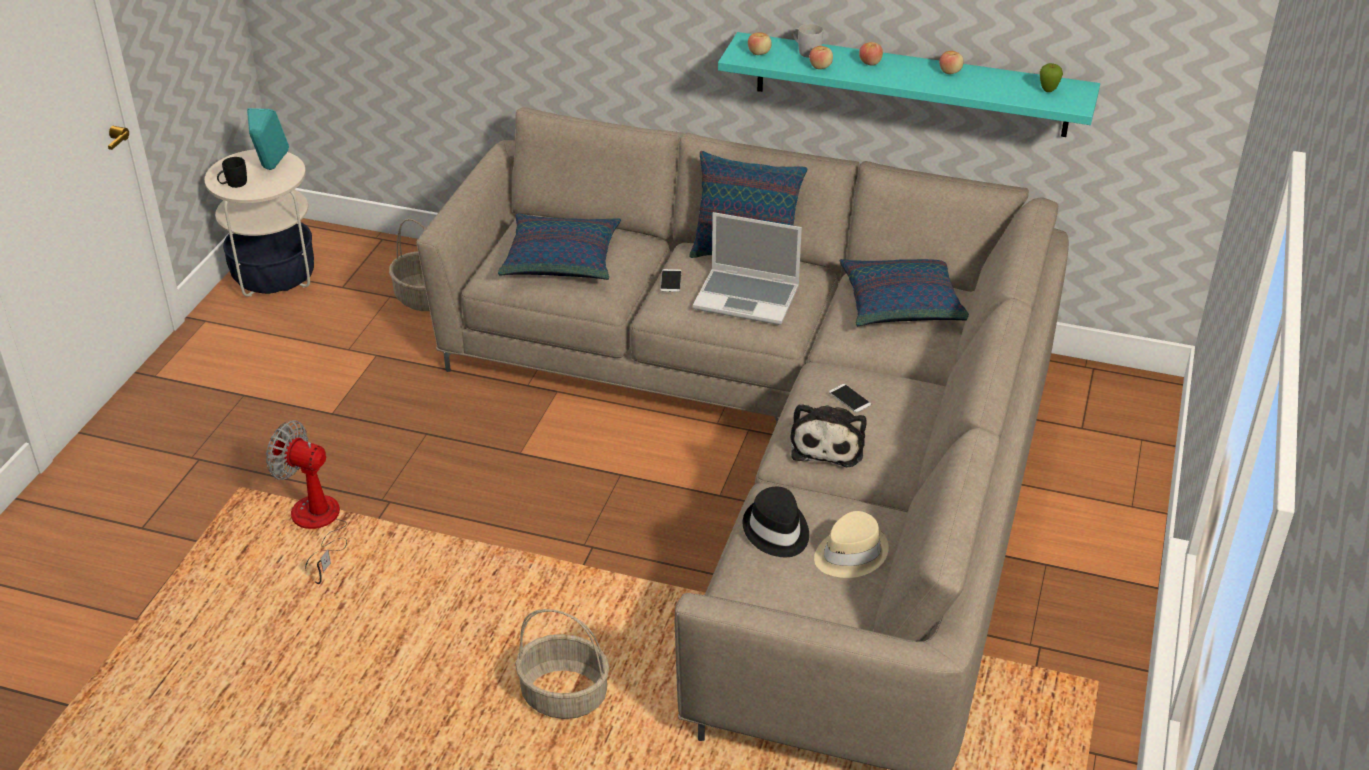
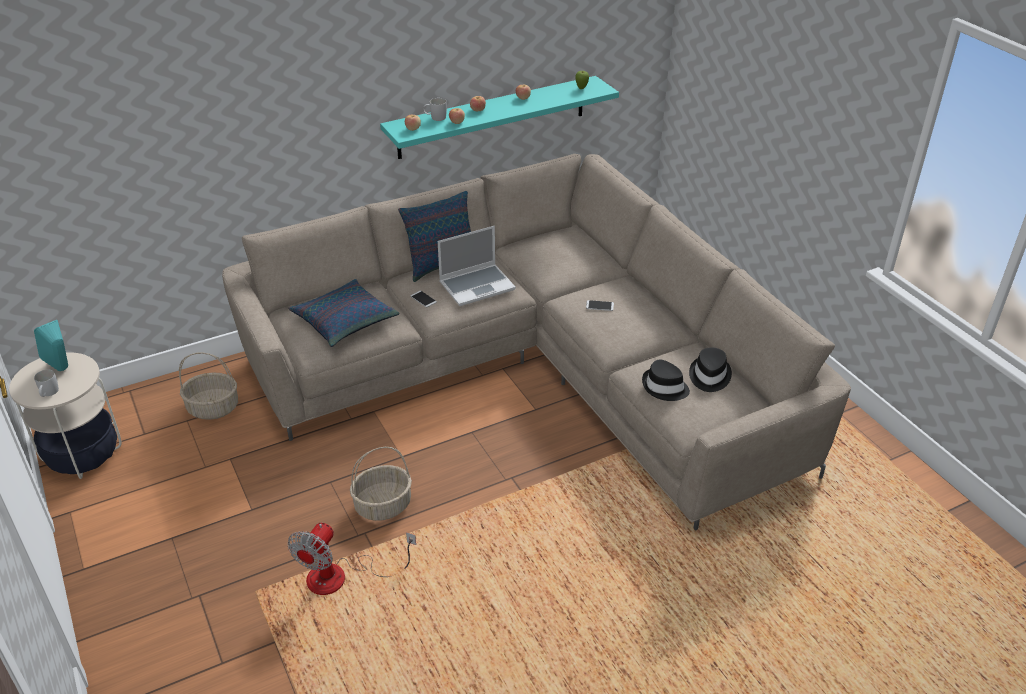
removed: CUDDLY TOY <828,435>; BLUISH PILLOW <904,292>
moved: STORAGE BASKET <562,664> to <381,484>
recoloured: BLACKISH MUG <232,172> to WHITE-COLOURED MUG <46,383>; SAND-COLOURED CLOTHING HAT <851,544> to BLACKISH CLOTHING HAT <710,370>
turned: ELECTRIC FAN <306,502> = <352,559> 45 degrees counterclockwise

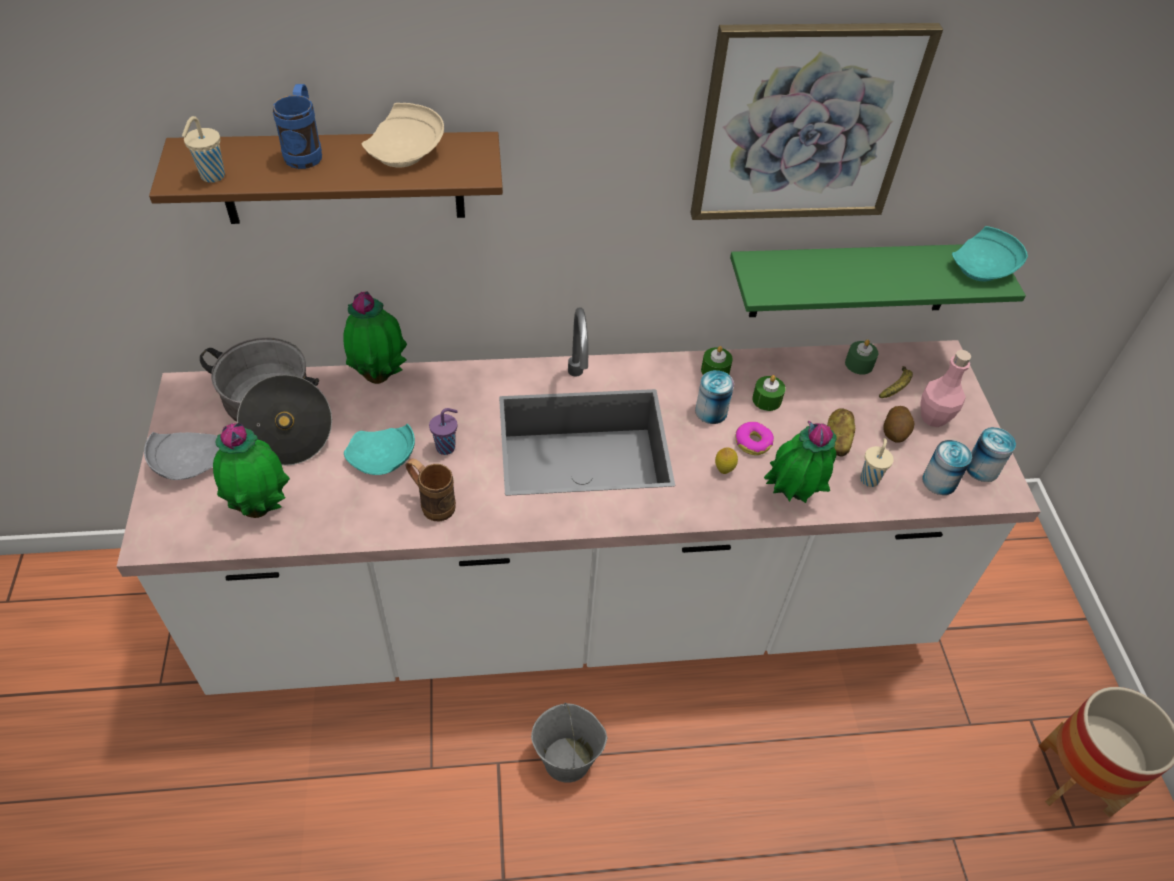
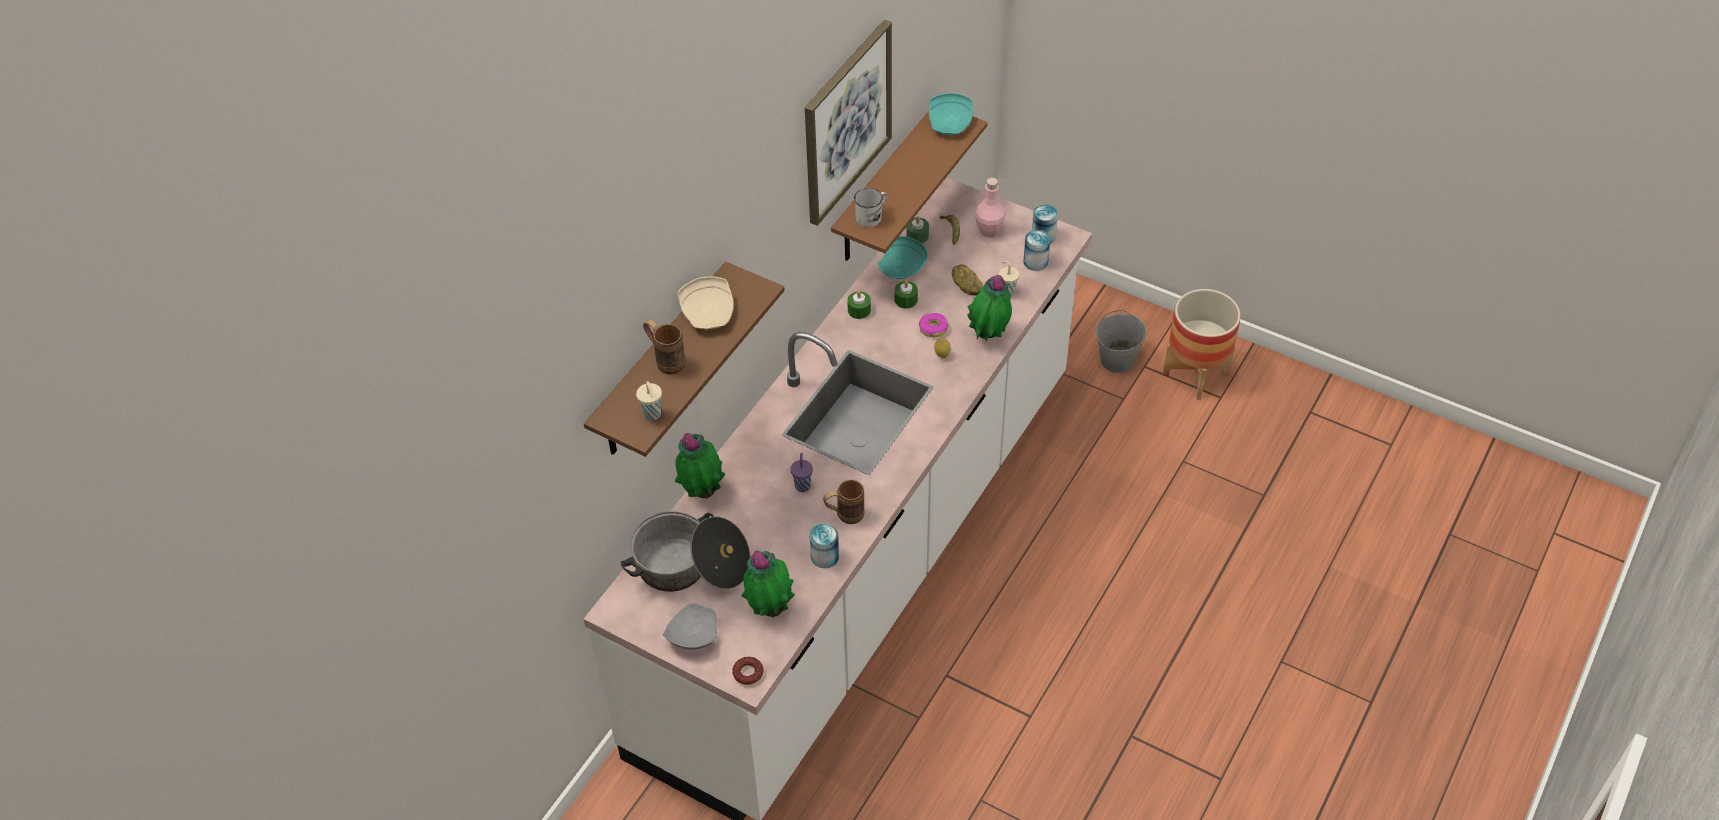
removed: WHOLE POTATO <898,424>
added: RING DOUGHNUT <748,671>; WHITE-COLOURED MUG <870,207>
moved: TURQUOISE PLATE <379,449> to <902,257>; GREY WATER BUCKET <569,743> to <1121,341>; SEALED CAN <714,397> to <824,545>
recoloured: BLUISH MUG <297,126> to BROWN-COLOURED MUG <664,347>; GREEN SHELF <878,280> to BROWN-COLOURED SHELF <909,186>

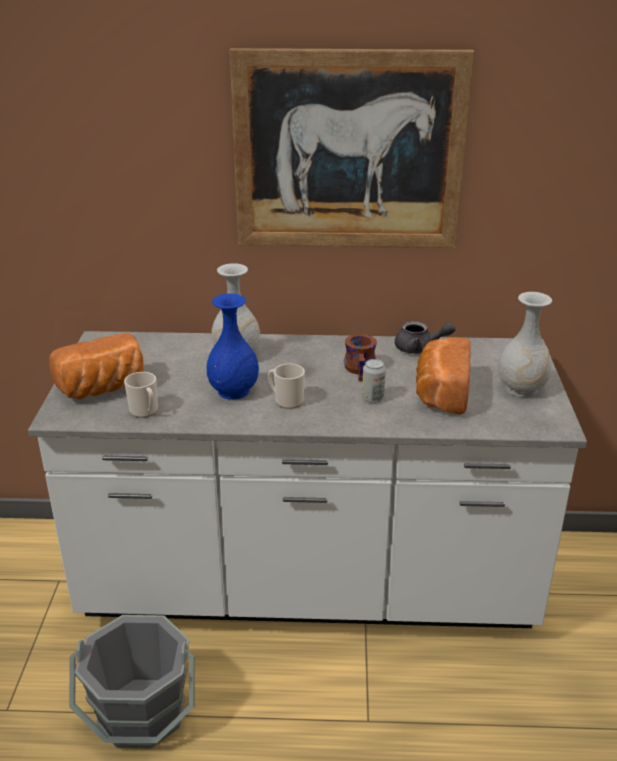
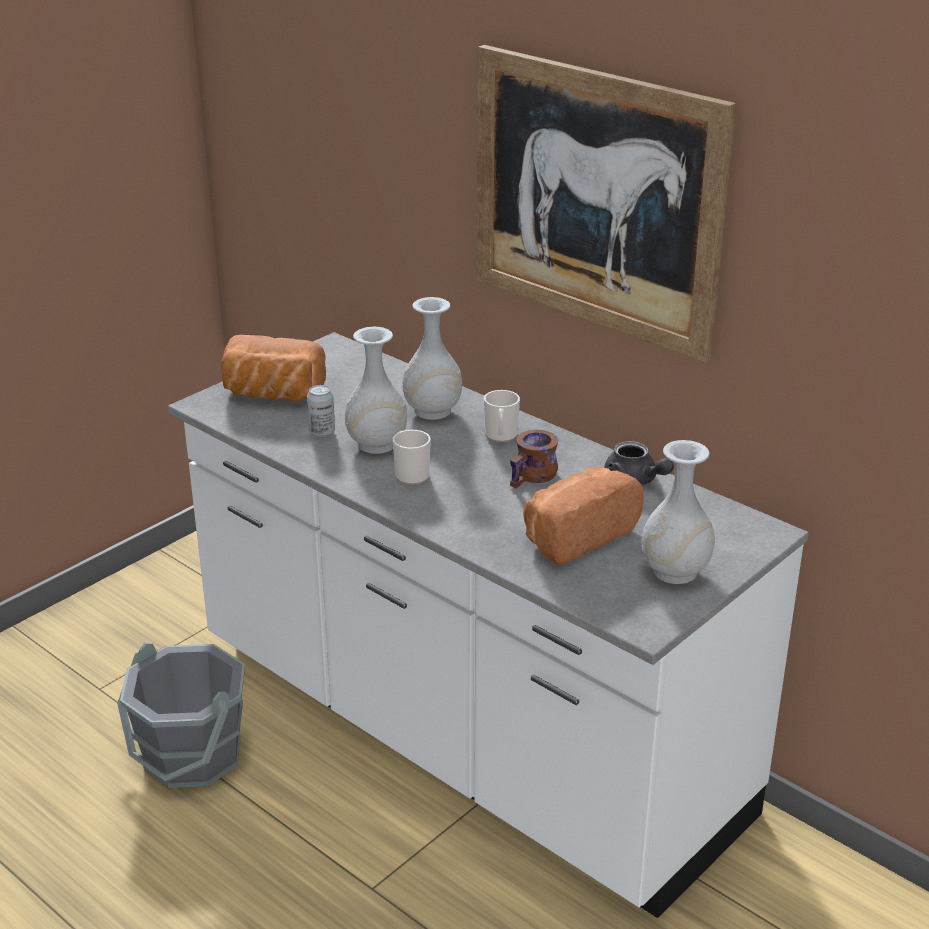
moved: MUG <141,395> to <502,416>; SEALED CAN <374,381> to <321,411>
recoloured: BLUISH FLOWER VASE <232,347> to WHITE-COLOURED FLOWER VASE <376,390>

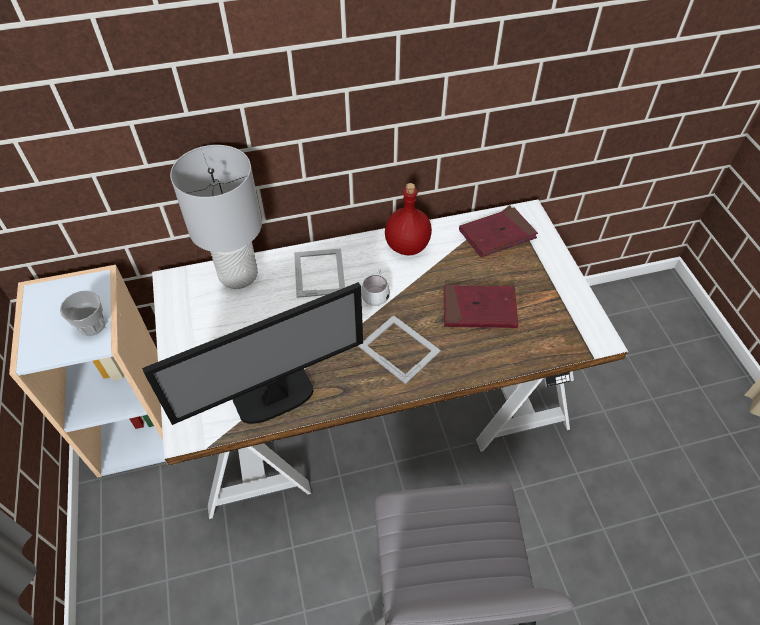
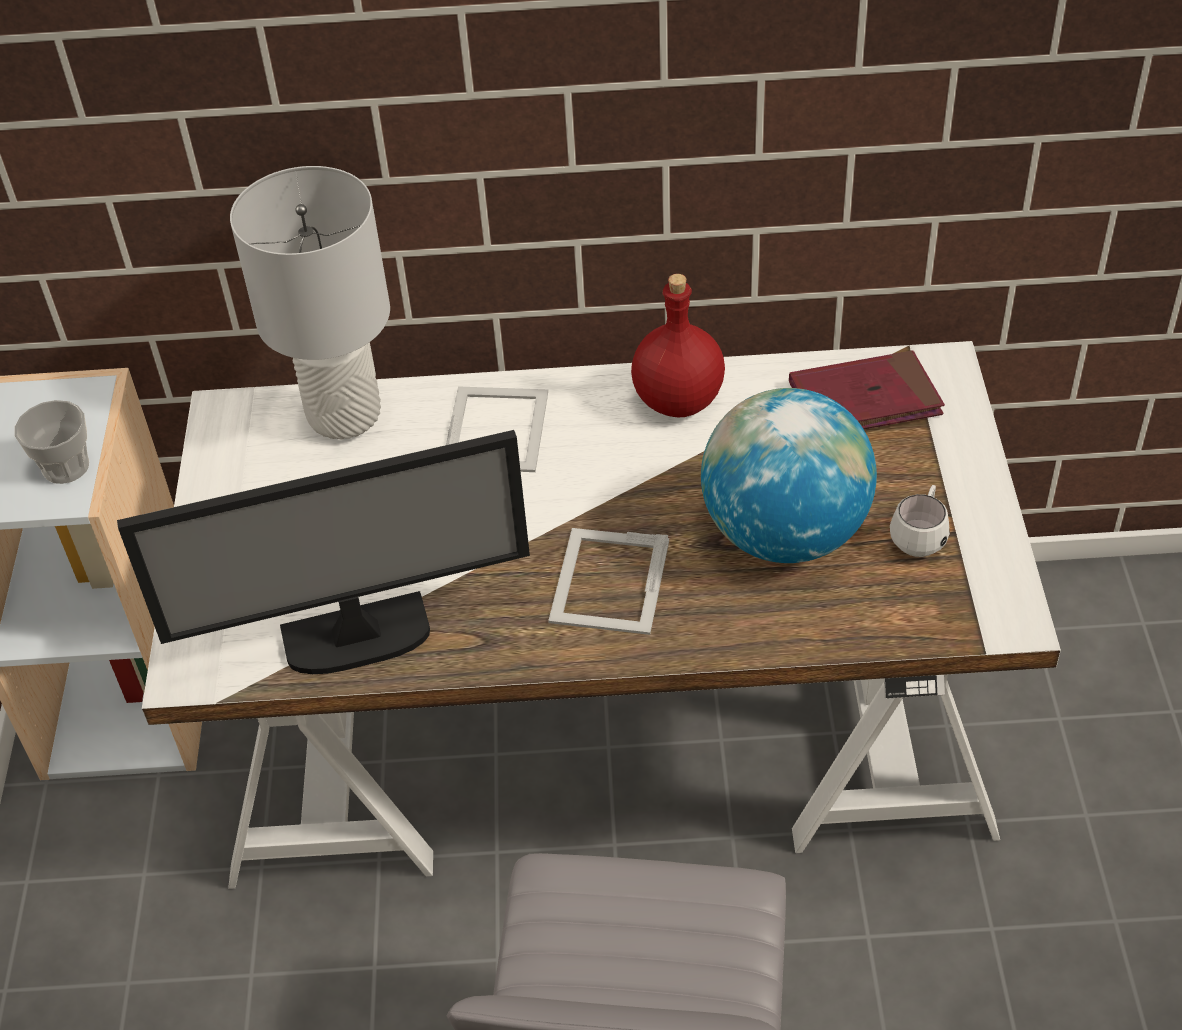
moved: WHITE-COLOURED MUG <375,287> to <920,521>
replaced: RED BOUND BOOK <481,306> to GLOBE <789,475>
turned: PICTURE FRAME <399,349> = <608,581> 135 degrees counterclockwise

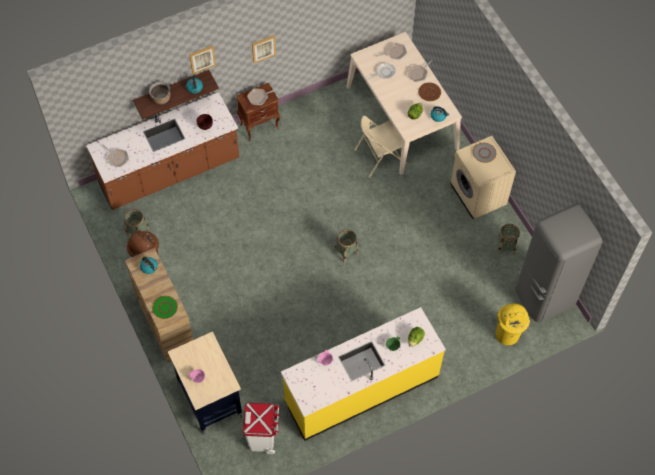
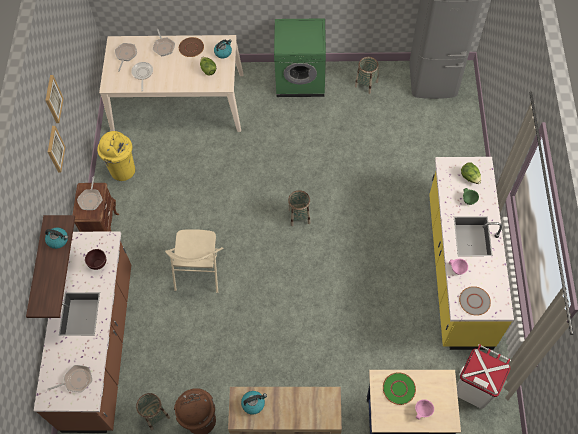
removed: BROWN-COLOURED SAUCEPOT <159,93>
moved: GREEN PLATE <165,307> to <399,388>; WALL PICTURE <202,59> to <54,99>; SAND-COLOURED CHAIR <380,147> to <194,261>; GREY PLATE <484,153> to <475,301>; YELLOW-COLOURED TRASH CAN <513,324> to <116,156>
recoloured: SAND-COLOURED LAUNDRY APPLIANCE <483,177> to GREEN LAUNDRY APPLIANCE <300,57>

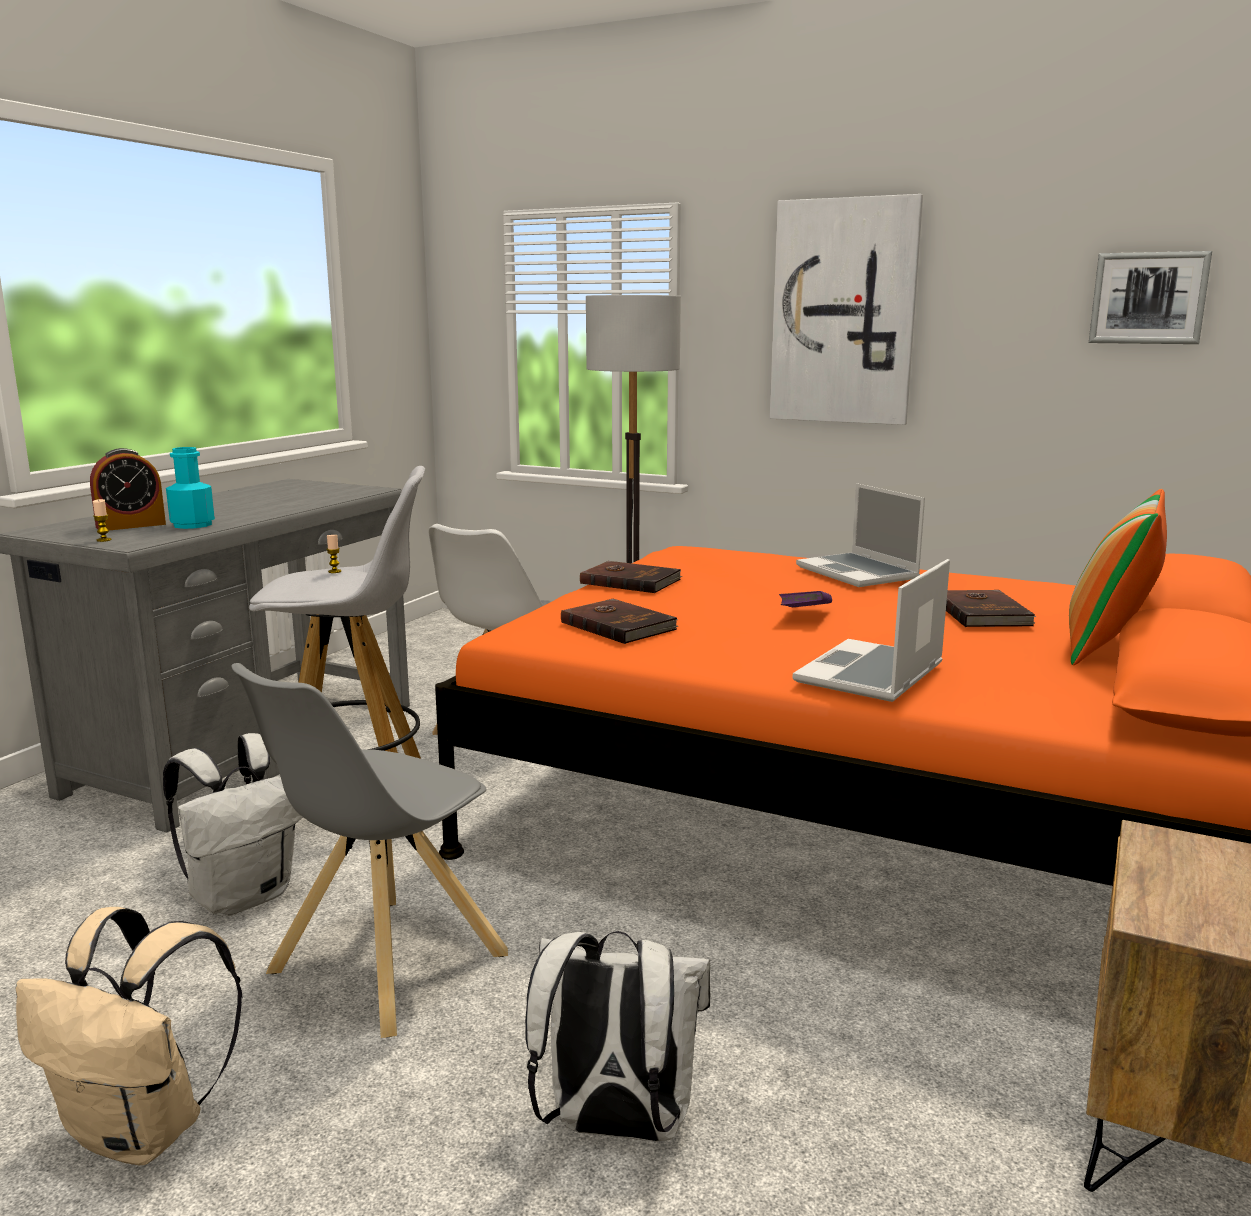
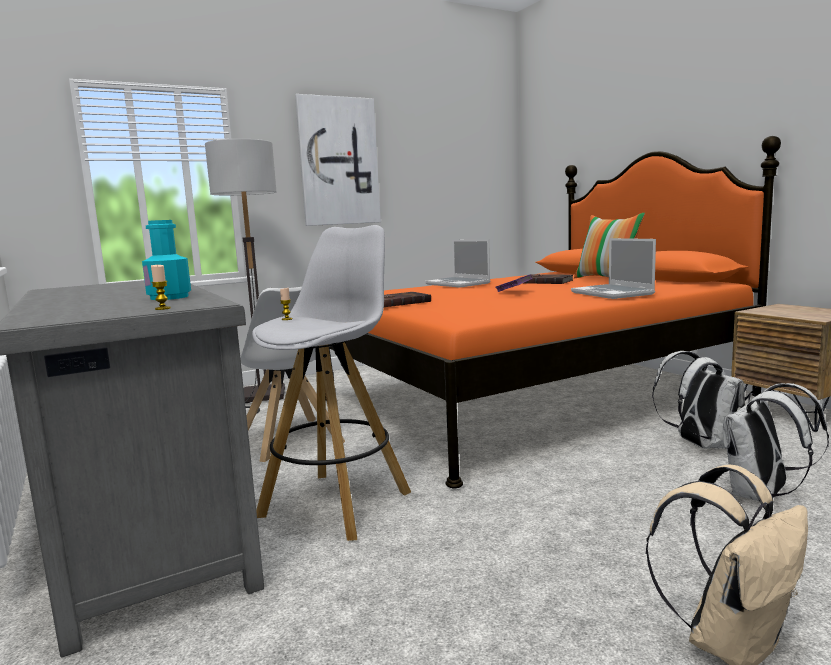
removed: TABLE CLOCK <128,489>; GREY CHAIR <369,850>; BROWN-COLOURED BOUND BOOK <620,621>; WALL PICTURE <1150,297>
moved: WHITE-COLOURED BACKPACK <233,825> to <698,400>
turned: LAPTOP <860,535> = <458,263> 45 degrees clockwise

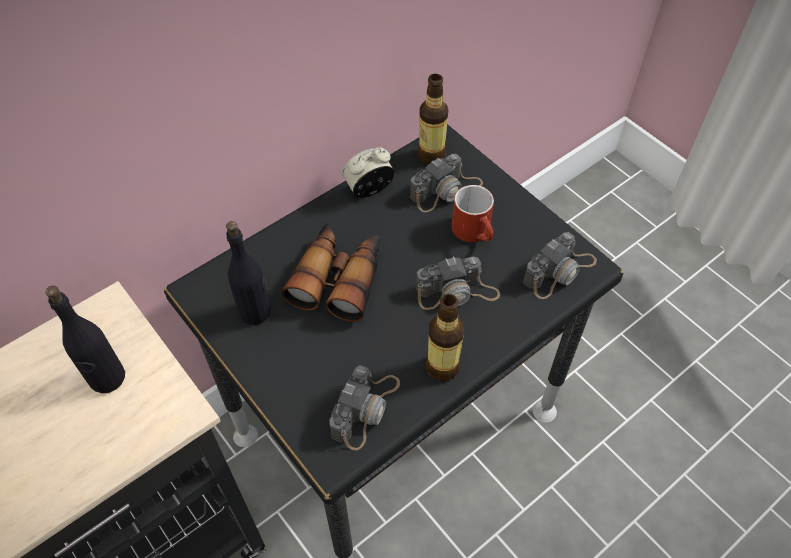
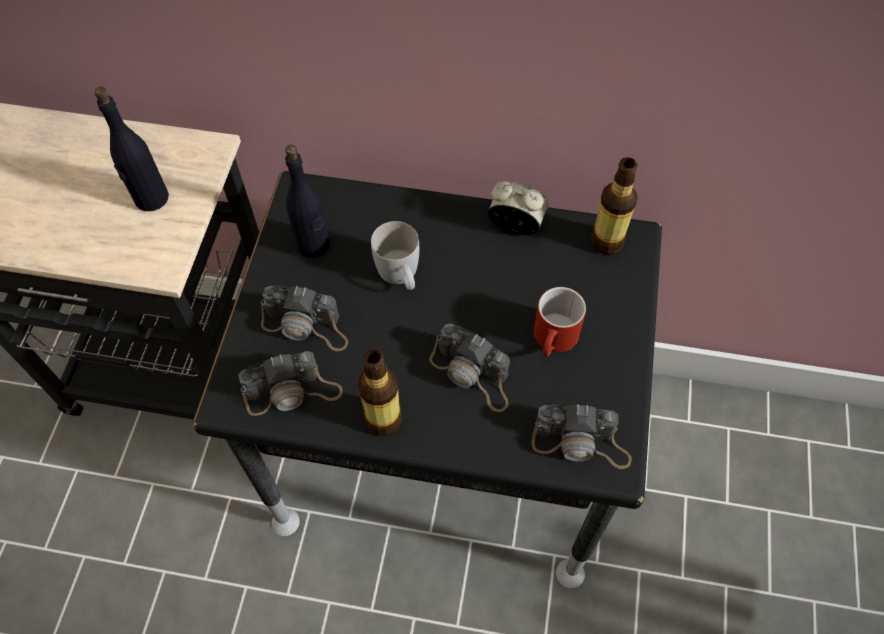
moved: STILL CAMERA <446,183> to <304,318>
replaced: FIELD GLASSES <331,272> to WHITE-COLOURED MUG <395,255>

